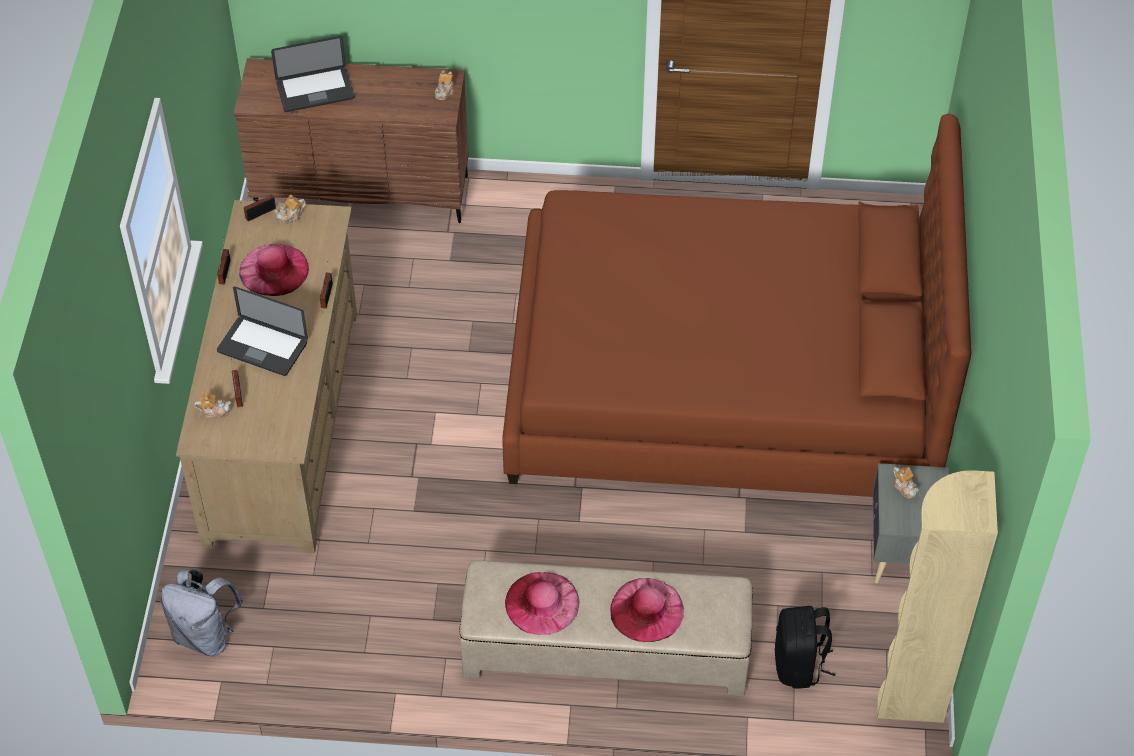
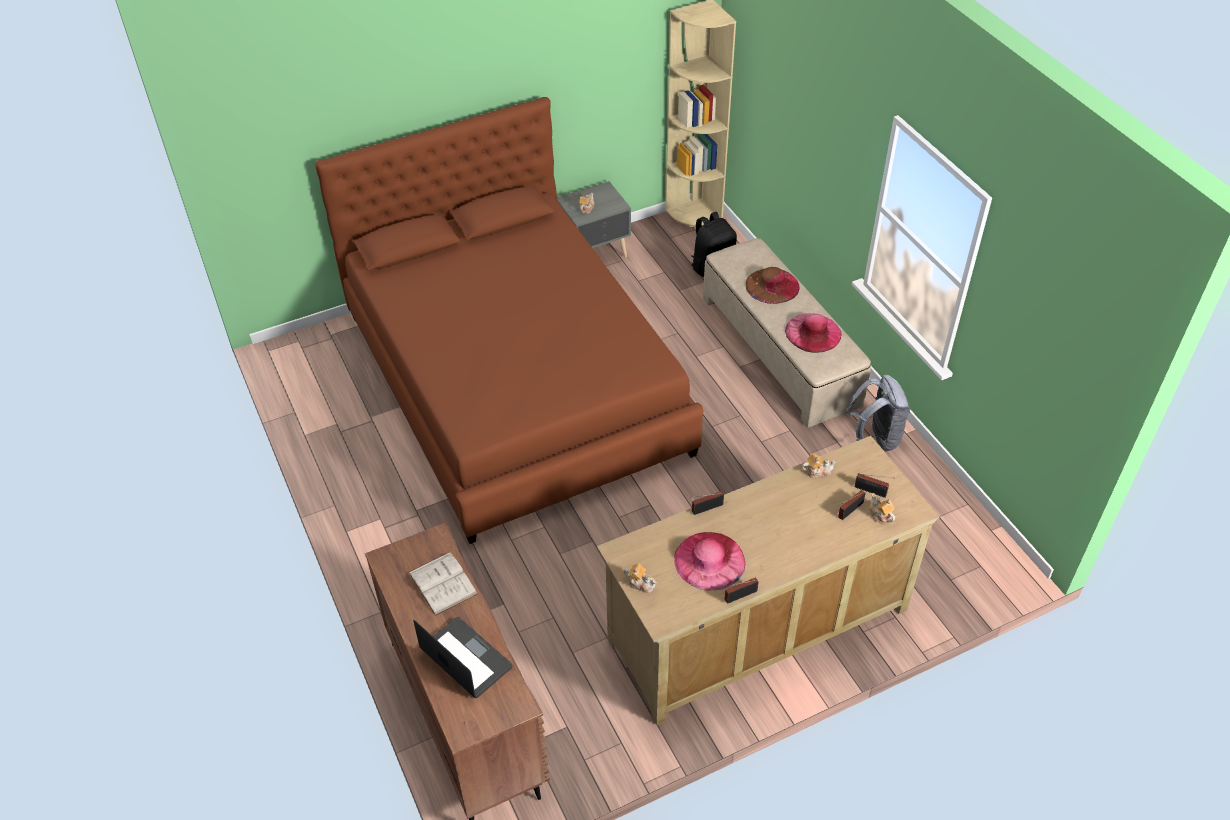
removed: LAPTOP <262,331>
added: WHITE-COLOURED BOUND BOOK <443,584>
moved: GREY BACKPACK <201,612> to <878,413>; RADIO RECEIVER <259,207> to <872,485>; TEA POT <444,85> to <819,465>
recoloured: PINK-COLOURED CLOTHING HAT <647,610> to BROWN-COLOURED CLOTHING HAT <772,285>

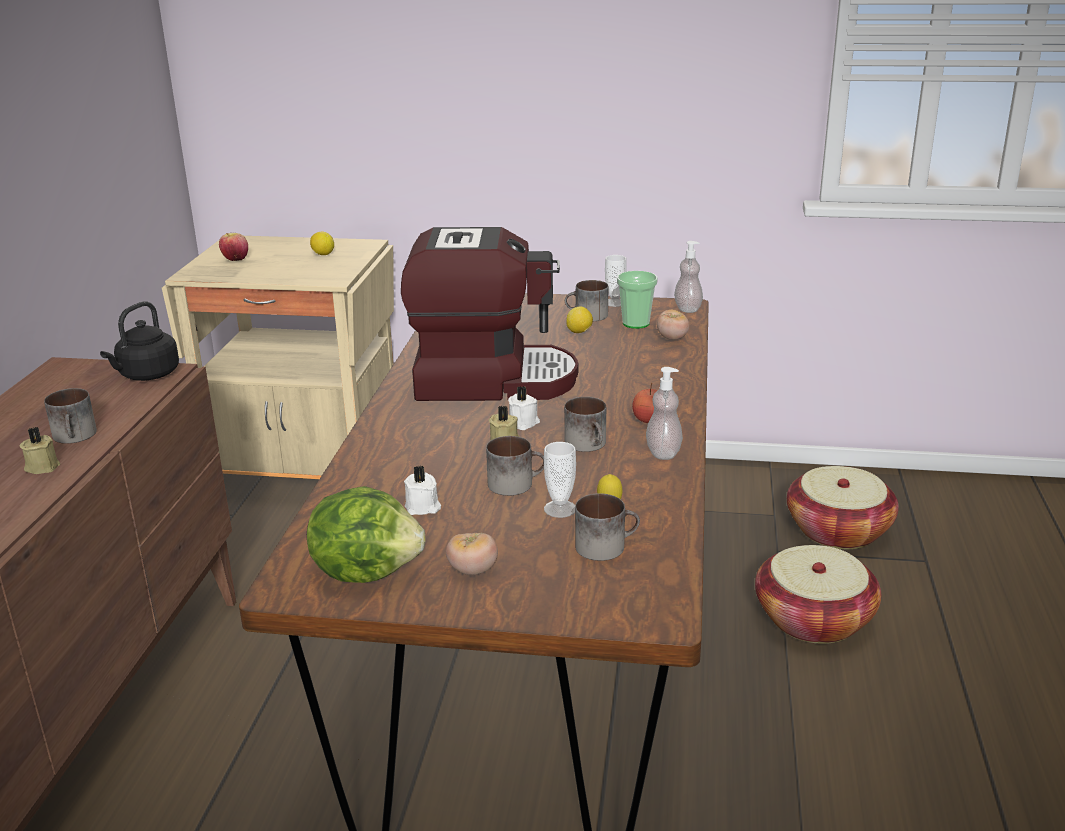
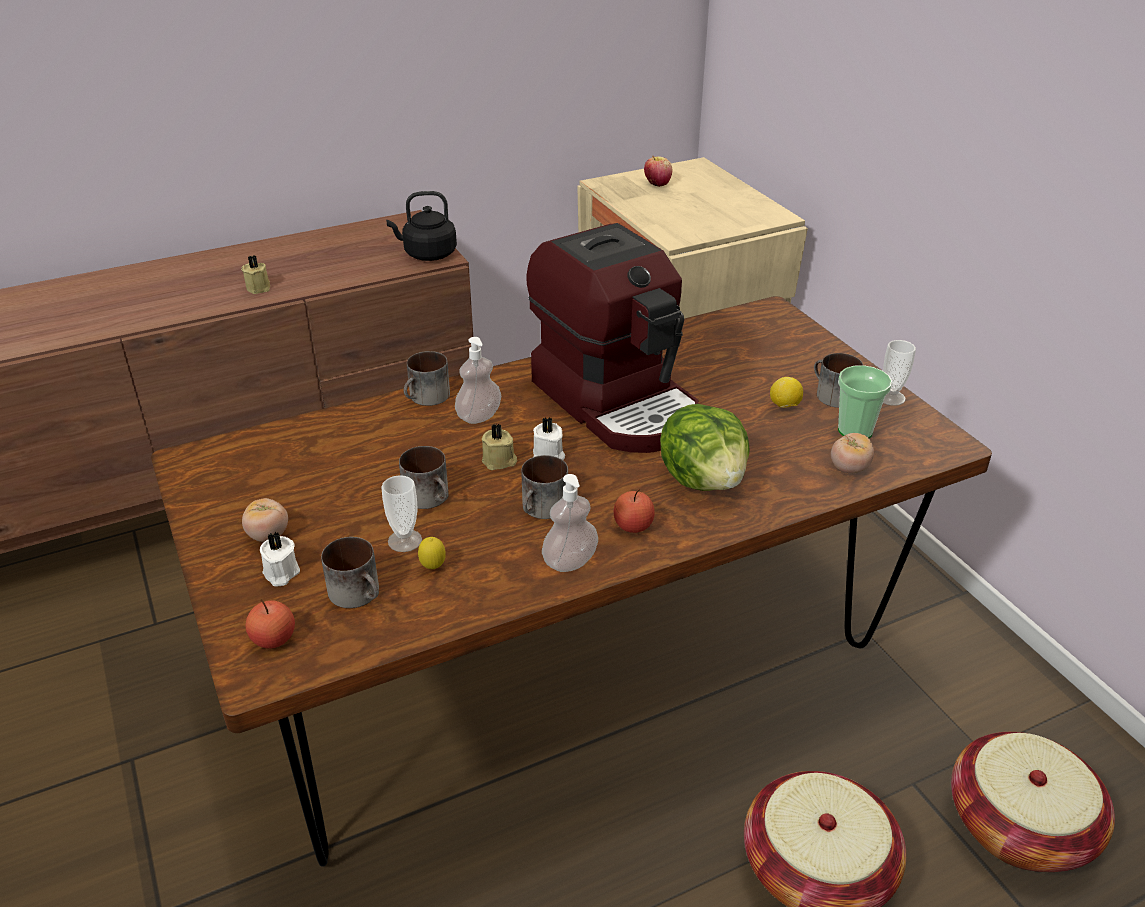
removed: CITRUS FRUIT <322,243>
added: APPLE FRUIT <270,624>
moved: MUG <70,416> to <427,378>; LETTUCE <366,534> to <705,447>; WHITE-COLOURED CANDLE <422,490> to <280,559>; LIQUID SOAP BOTTLE <688,277> to <478,380>

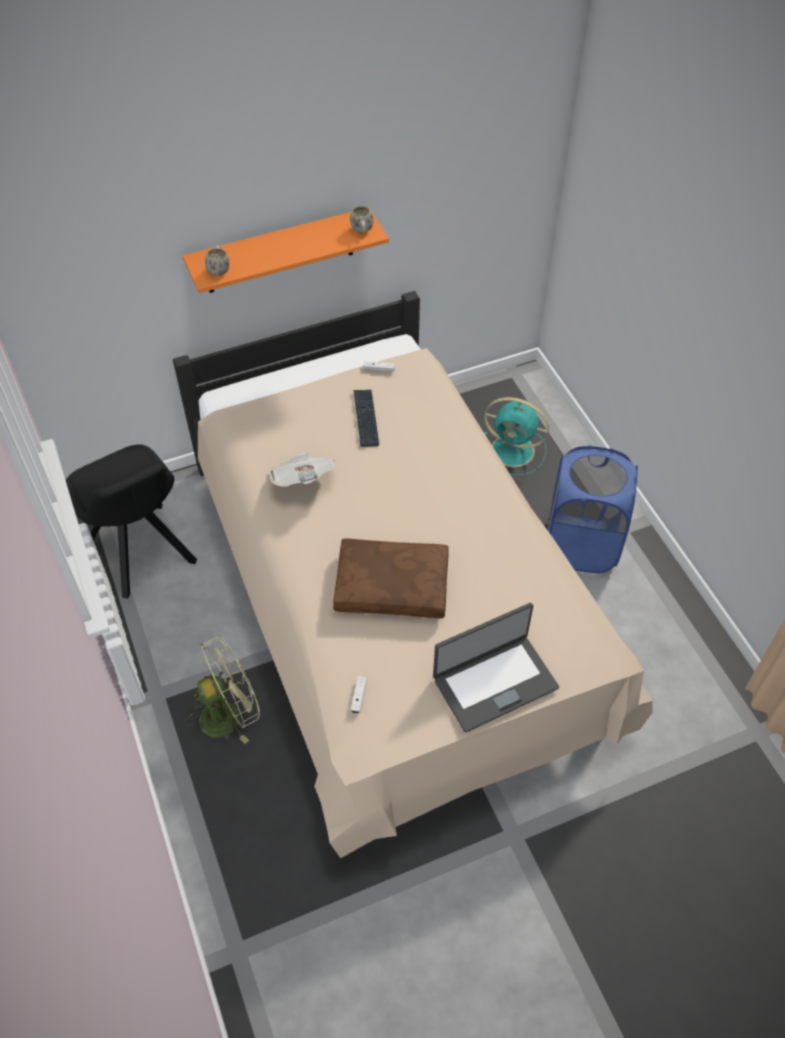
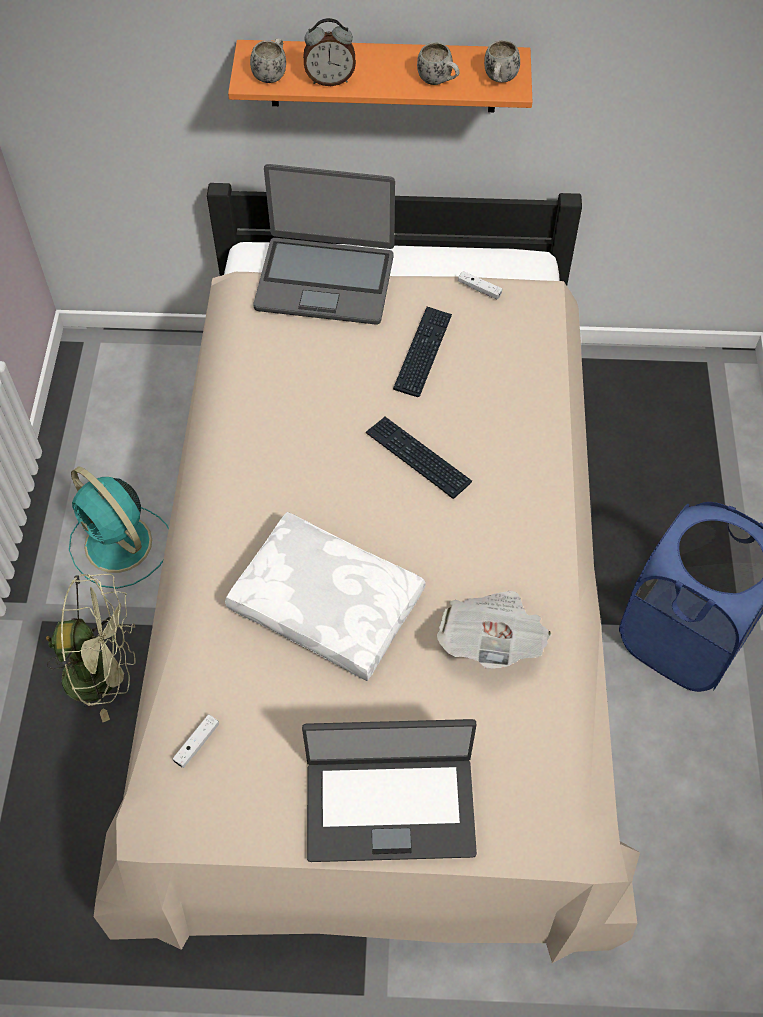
removed: BLACKISH CHAIR <131,521>
added: LAPTOP <324,244>; TABLE CLOCK <329,52>; COMPUTER KEYBOARD <419,458>; WHITE-COLOURED MUG <438,63>
moved: NEWSPAPER <302,469> to <494,629>; TURQUOISE ELECTRIC FAN <516,436> to <119,528>
recoloured: BROWN-COLOURED PILLOW <391,578> to WHITE-COLOURED PILLOW <325,596>

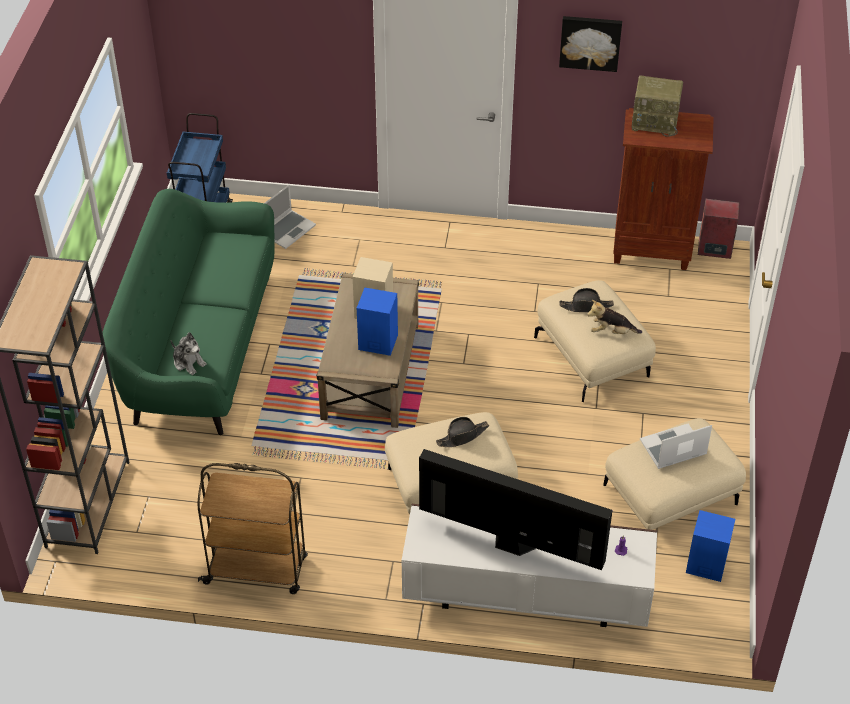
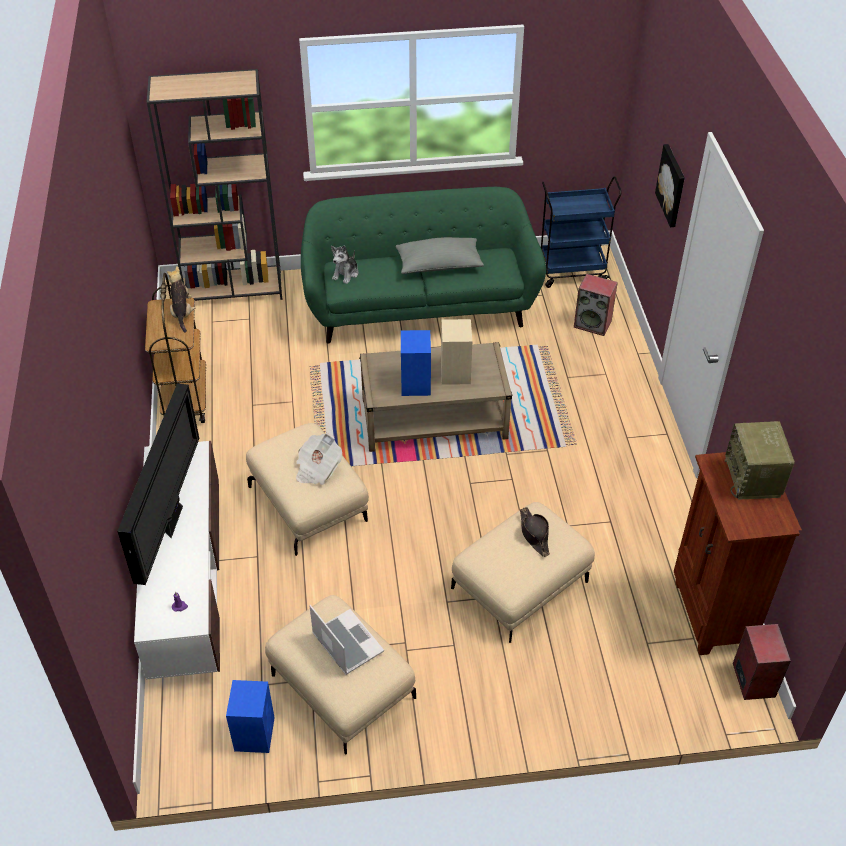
added: GREY PILLOW <440,255>
moved: WALL PICTURE <590,44> to <670,185>; CUDDLY TOY <614,317> to <181,299>
replaced: LAPTOP <290,217> to AUDIO SPEAKER <596,305>; BLACKISH CLOTHING HAT <462,432> to NEWSPAPER <319,459>

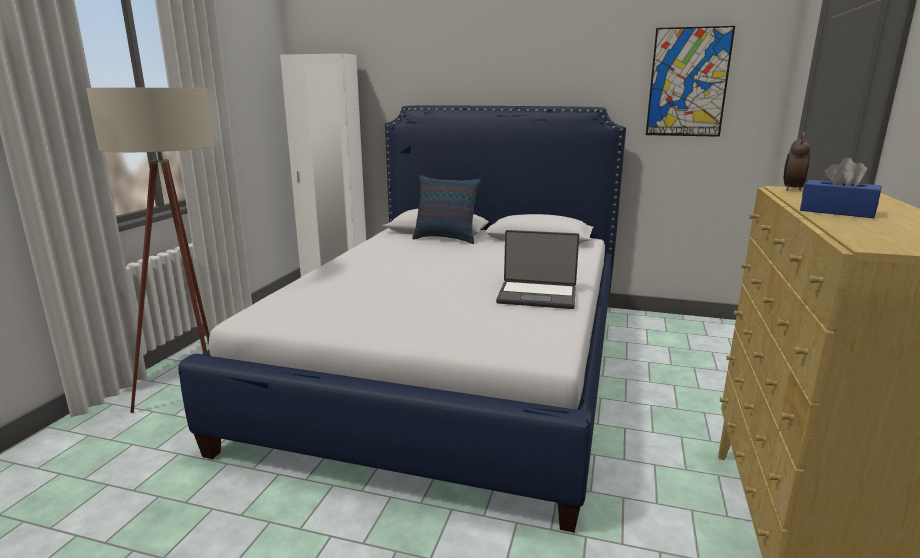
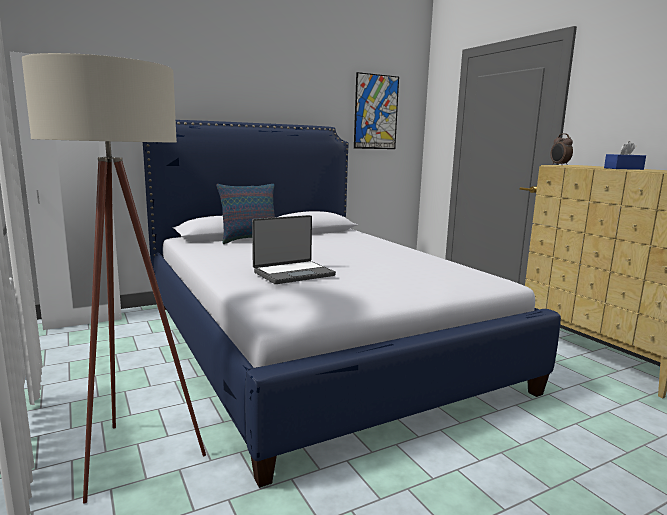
moved: LAPTOP <537,269> to <294,249>

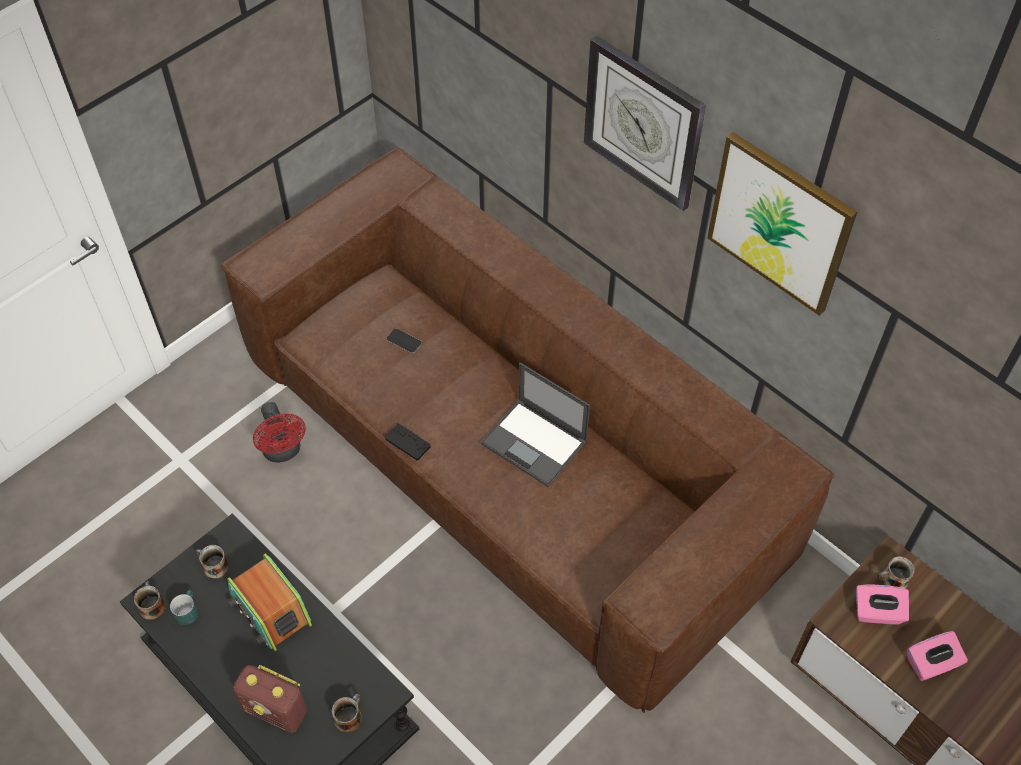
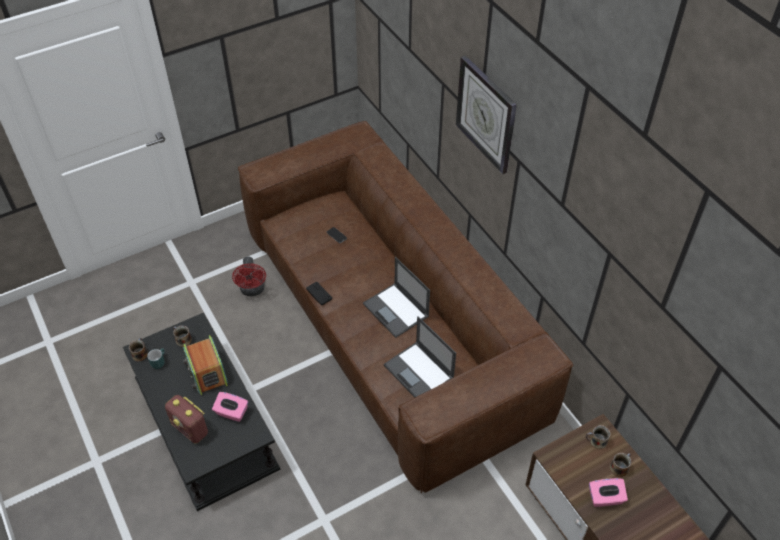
removed: WALL PICTURE <782,224>
added: LAPTOP <420,357>
moved: MUG <347,713> to <620,465>; PINK-COLOURED BOX OF TISSUES <882,605> to <230,407>

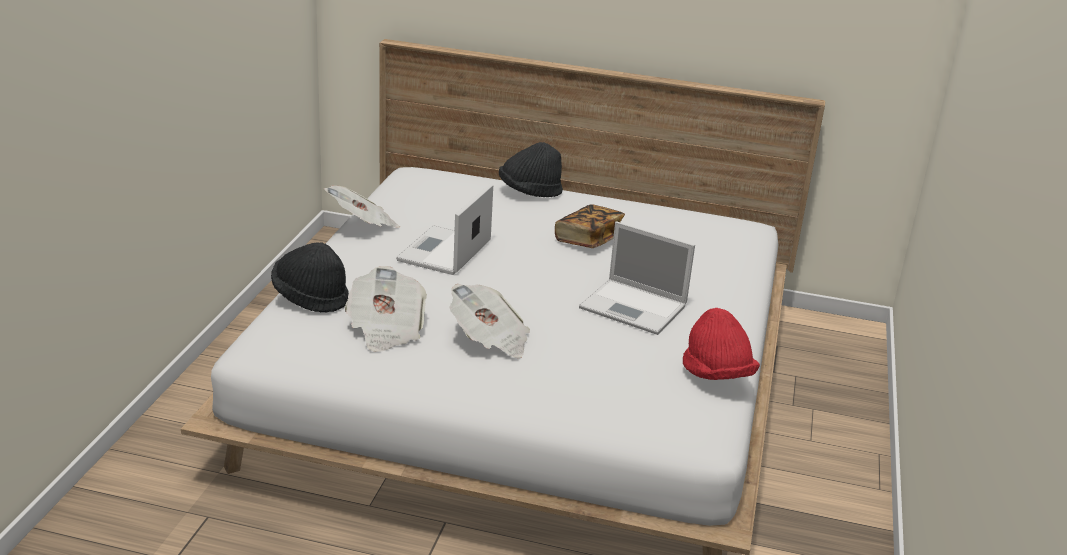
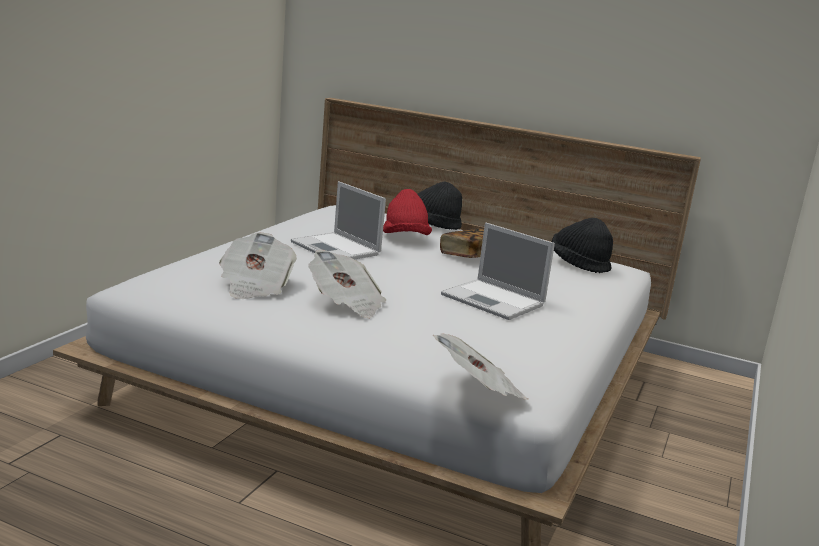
moved: BLACKISH CLOTHING HAT <310,277> to <582,245>; NEWSPAPER <362,207> to <481,366>; RED CLOTHING HAT <721,344> to <407,212>
turned: LAPTOP <444,229> = <338,220> 75 degrees counterclockwise

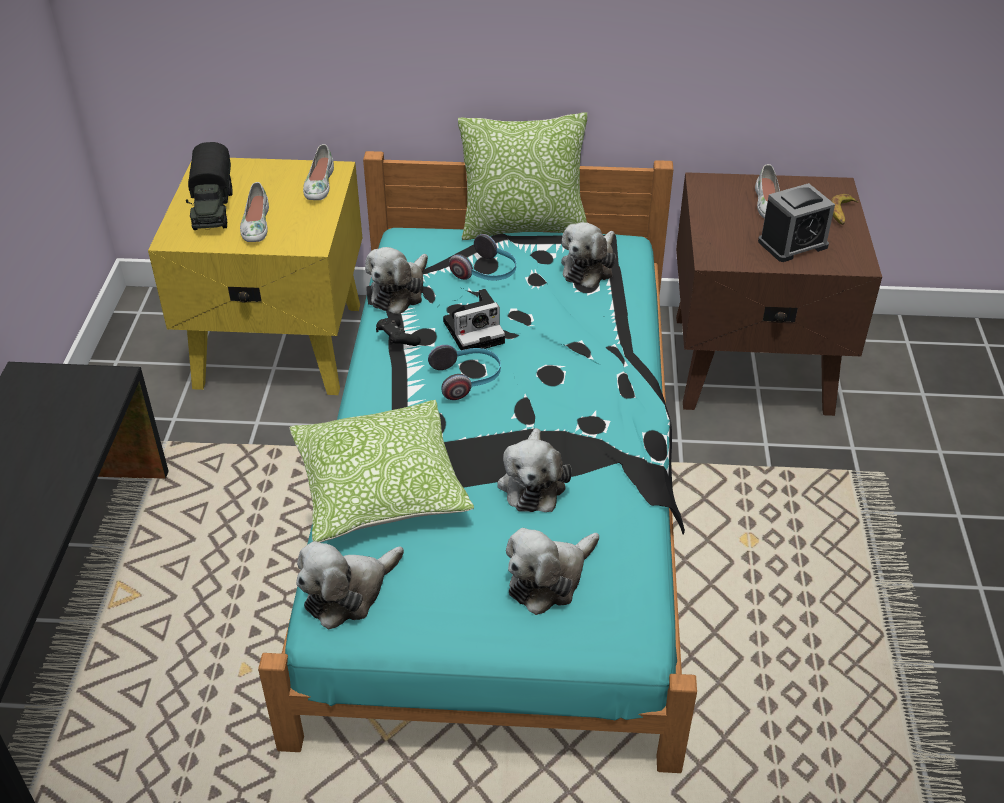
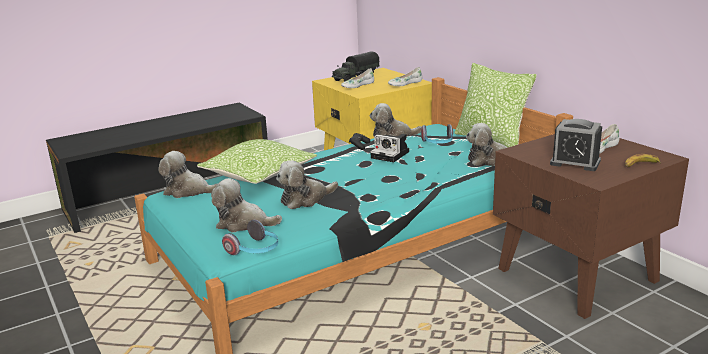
moved: HEADSET <464,372> to <250,237>

